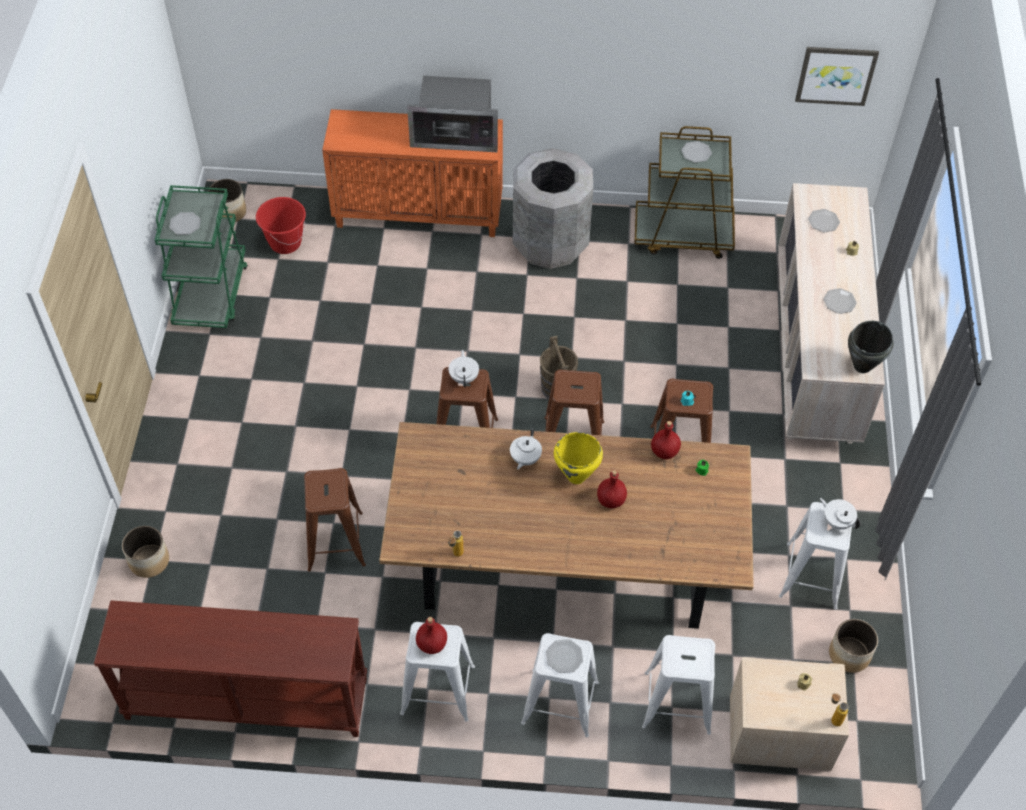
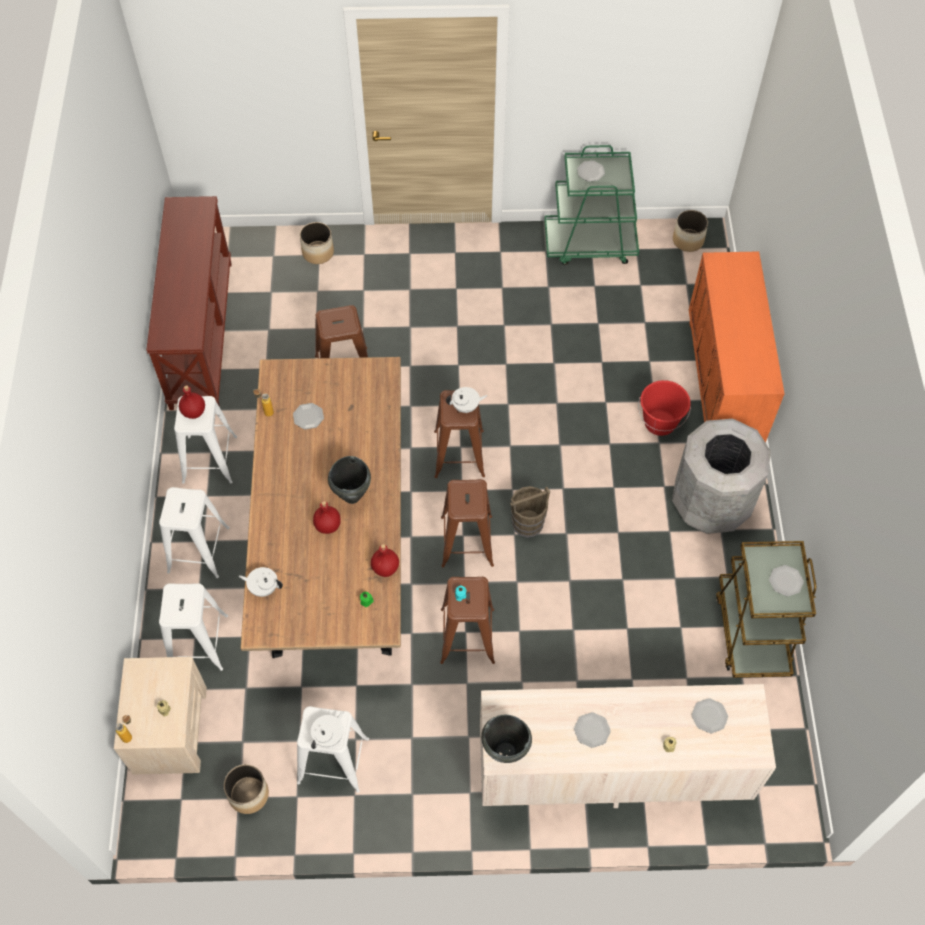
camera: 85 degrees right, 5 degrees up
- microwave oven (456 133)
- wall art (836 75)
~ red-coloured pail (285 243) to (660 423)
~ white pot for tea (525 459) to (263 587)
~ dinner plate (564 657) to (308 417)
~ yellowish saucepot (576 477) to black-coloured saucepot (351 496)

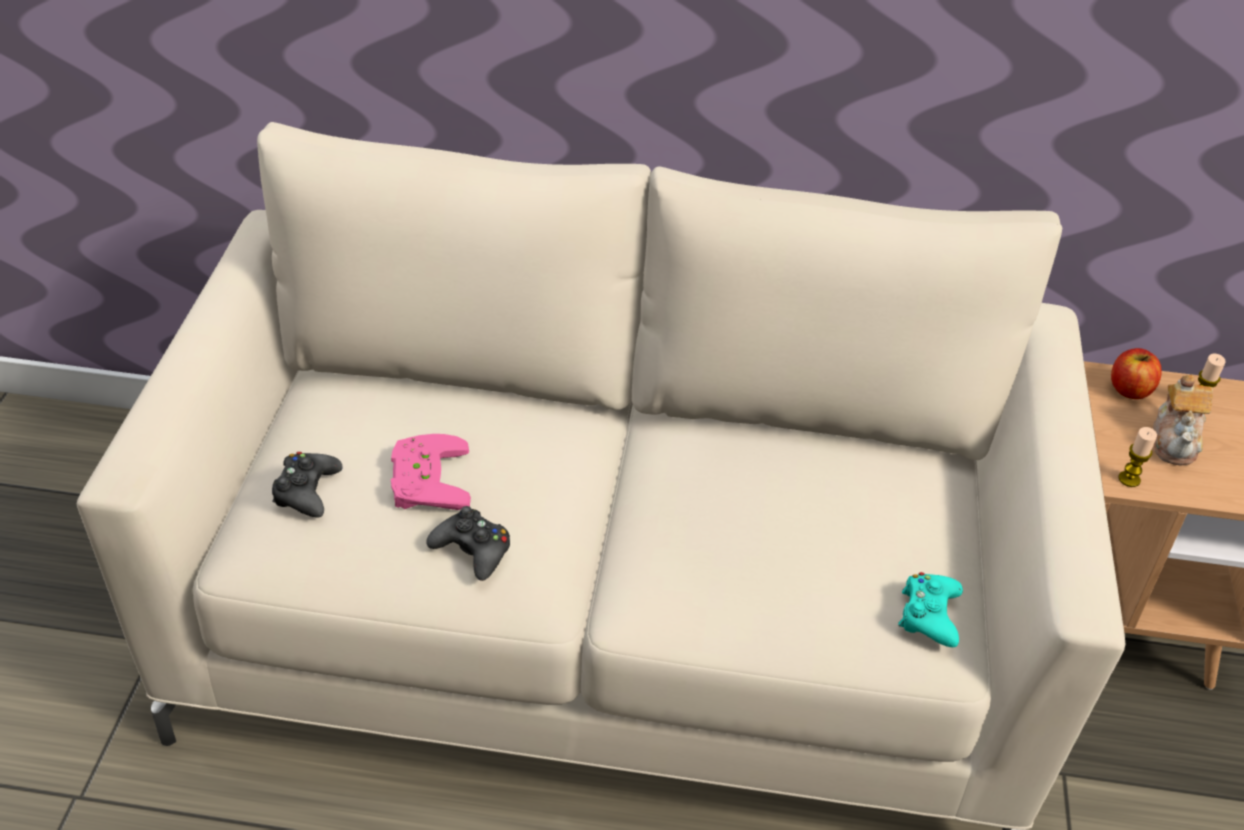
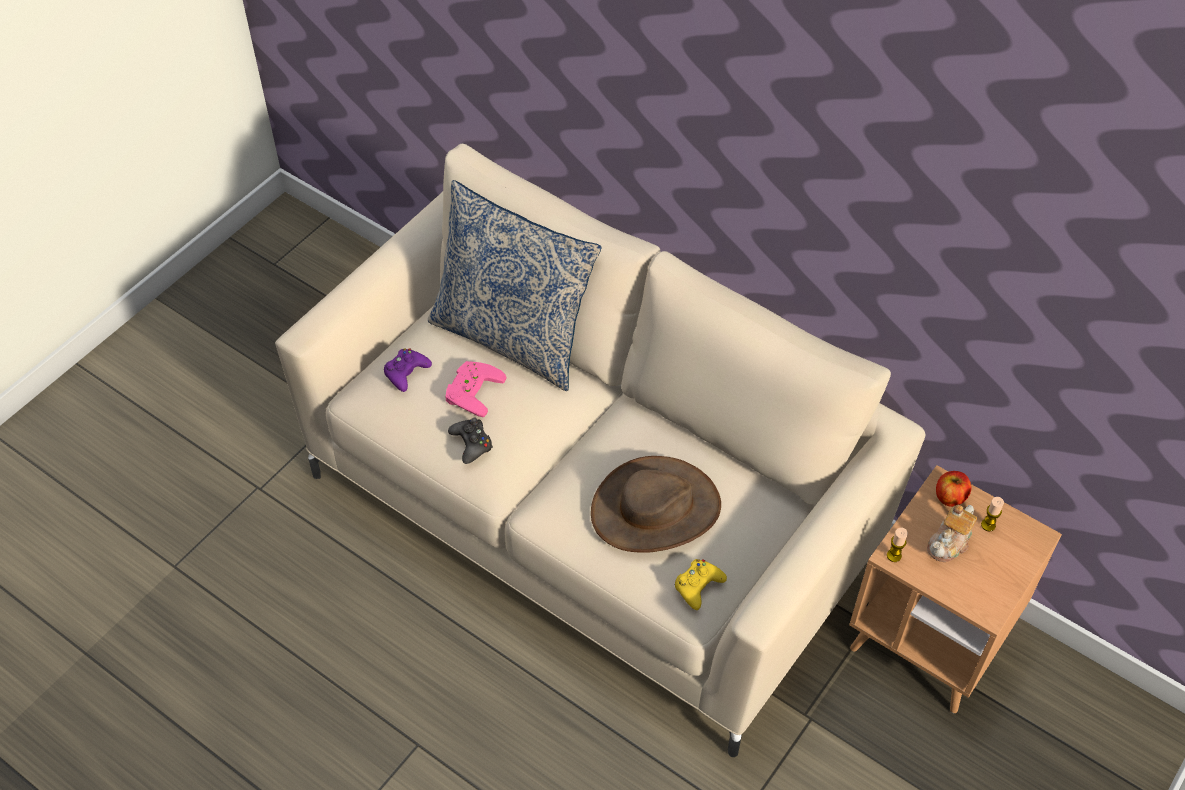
camera: 30 degrees right, 10 degrees up
+ throw pillow (513 337)
+ brownish hat (656 509)
~ black-coloured joypad (306 491) to purple-coloured joypad (406 372)
~ turquoise joypad (929 615) to yellowish joypad (697 586)

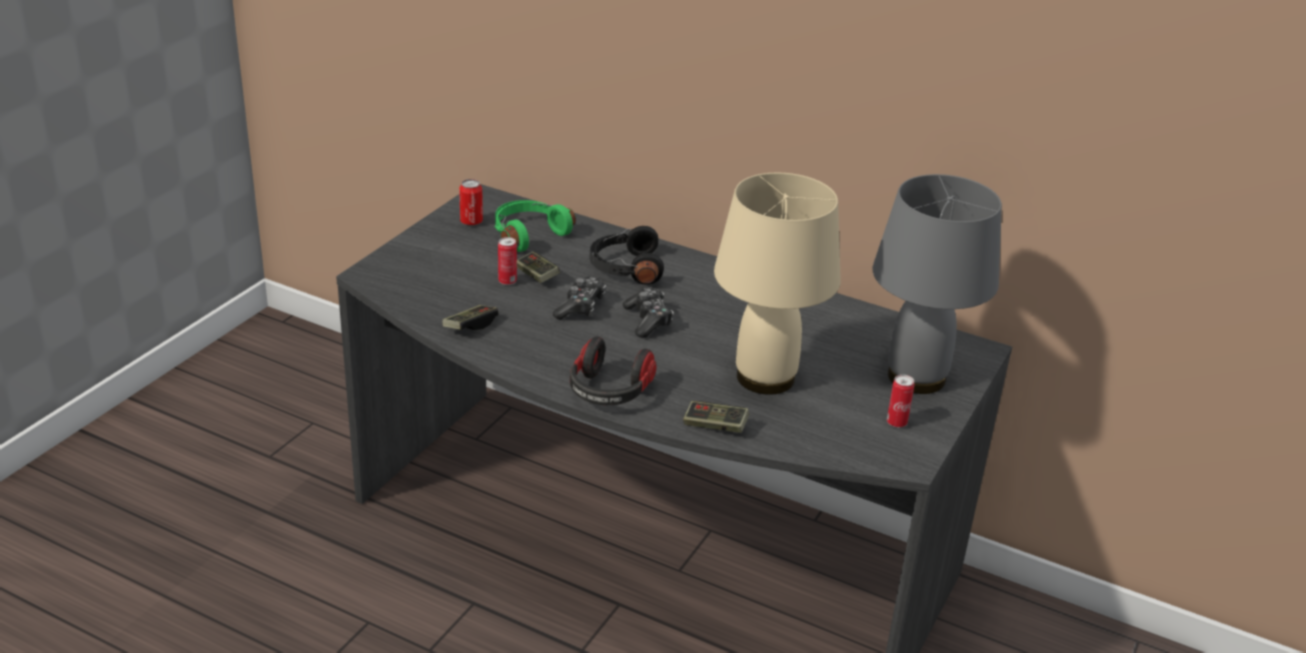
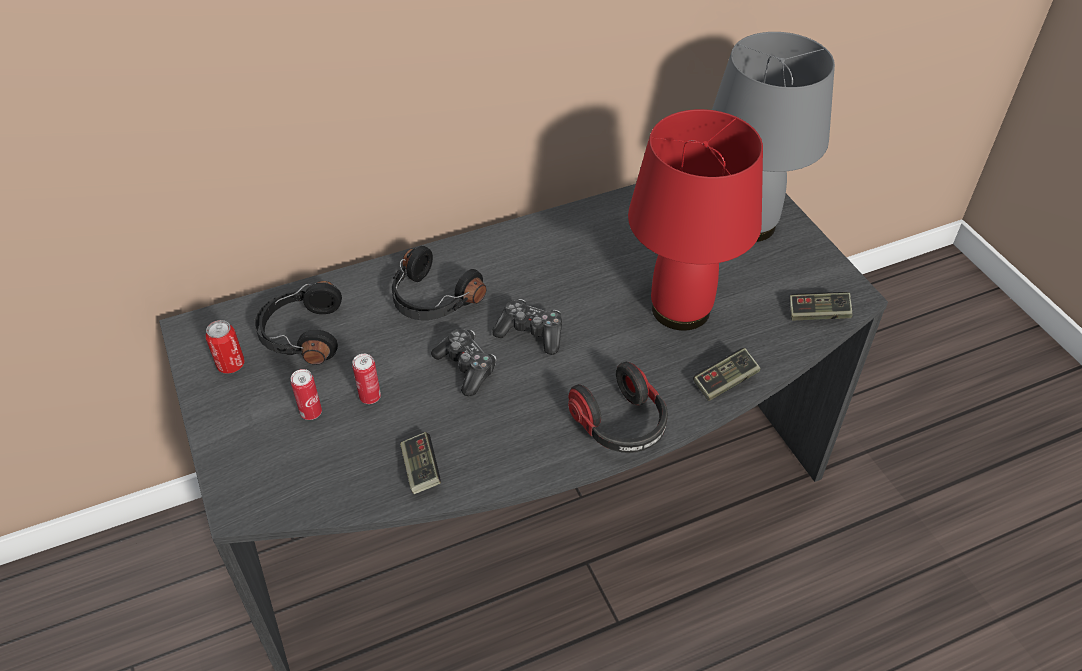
camera: 50 degrees left, 15 degrees up
~ joypad (536 275) to (818 314)
~ can (896 423) to (311 413)
~ green-coloured headphones (527 234) to black-coloured headphones (301 335)
~ beige lamp for a table (765 378) to red-coloured lamp for a table (681 310)

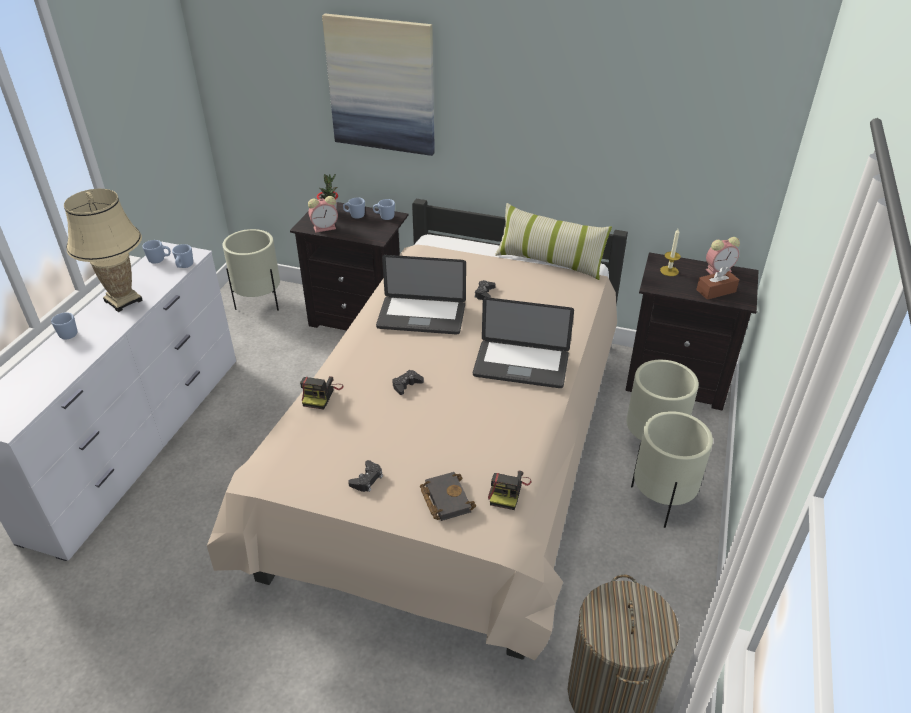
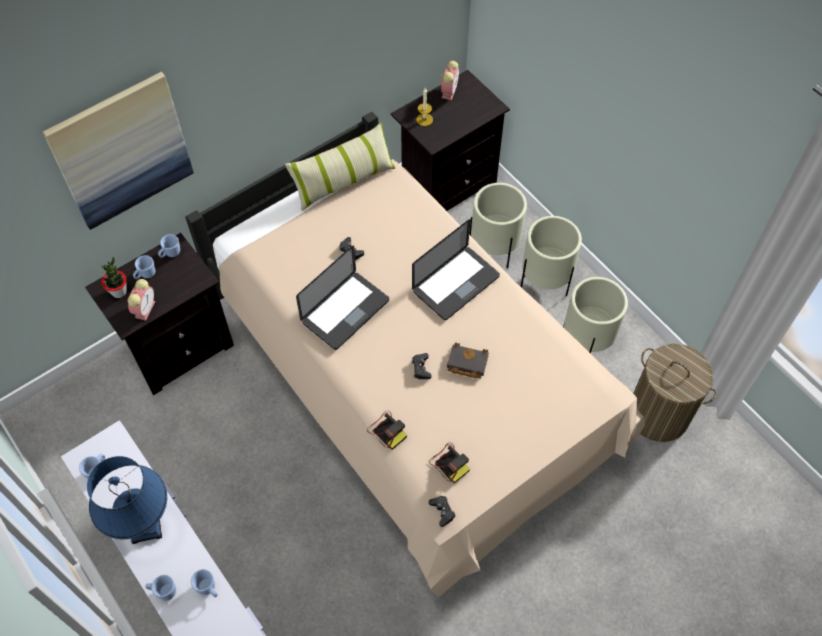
camera: 55 degrees left, 20 degrees up
- brownish tissue box (716 291)
~ bluish tea mug (184 266) to (208 589)
~ beige flower pot (259 302) to (586 341)
~ black-coloured joypad (367 479) to (442 511)
~ black-coloured volume (445 499) to (466 363)
~ still camera (508 490) to (449 463)
~ beige lamp for a table (123 301) to bluish lamp for a table (146 527)

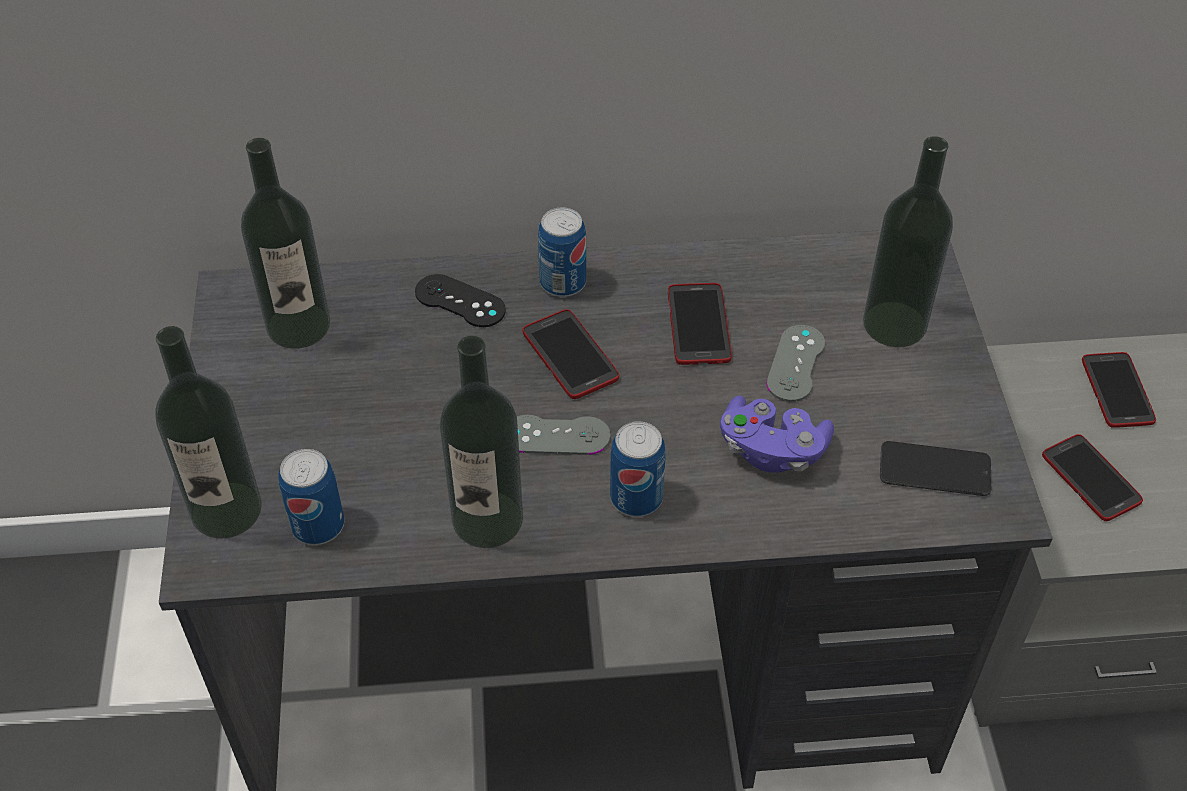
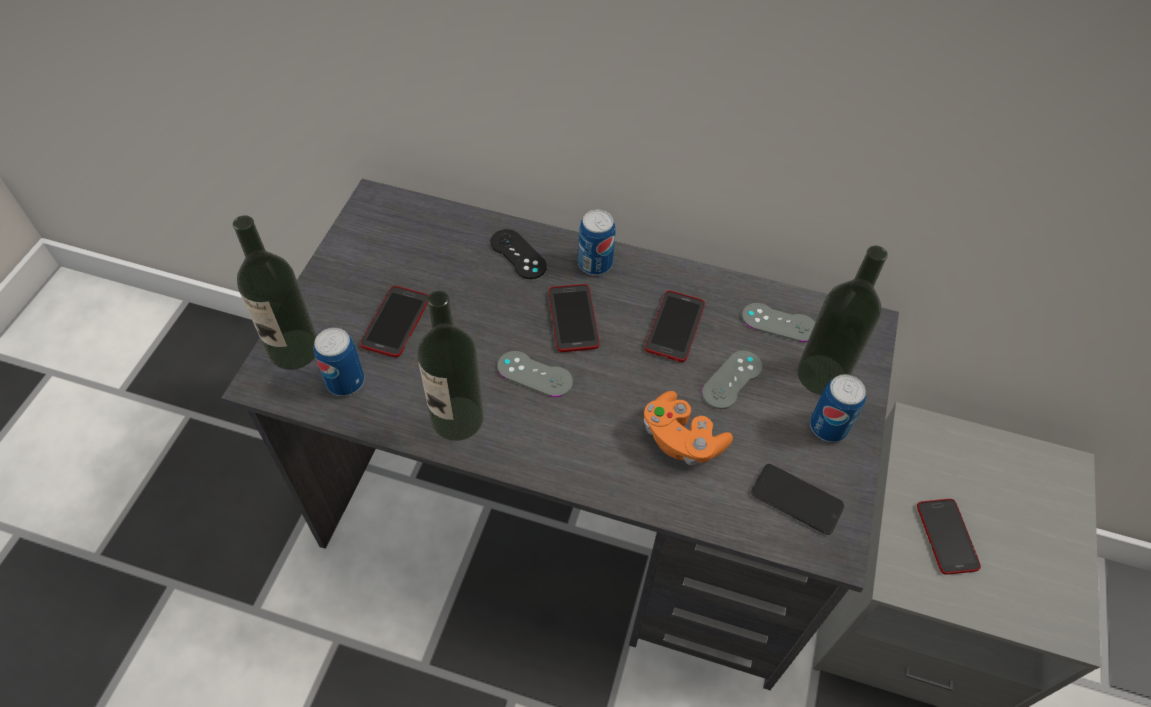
camera: 20 degrees right, 5 degrees up
- bottle (298 325)
+ grey joypad (779 323)
~ can (636 498) to (828 427)
~ handset (1117 391) to (395 322)
~ purple-coloured joypad (772 450) to orange joypad (681 439)

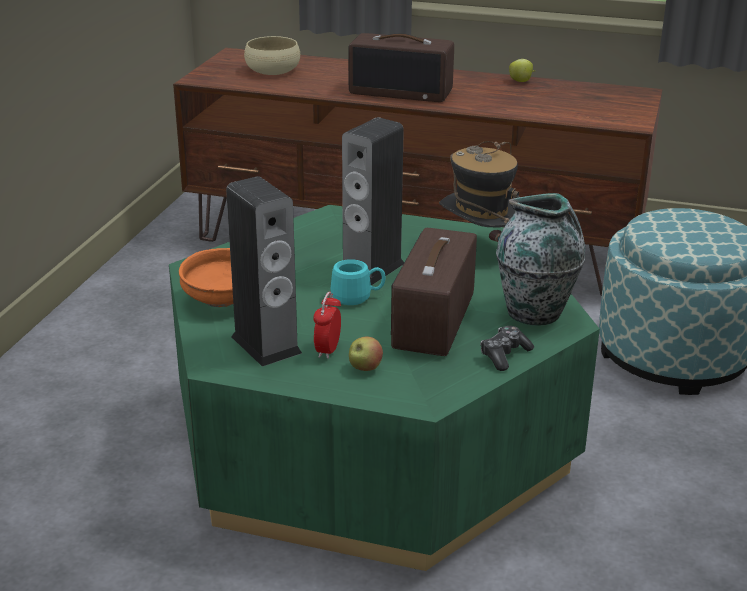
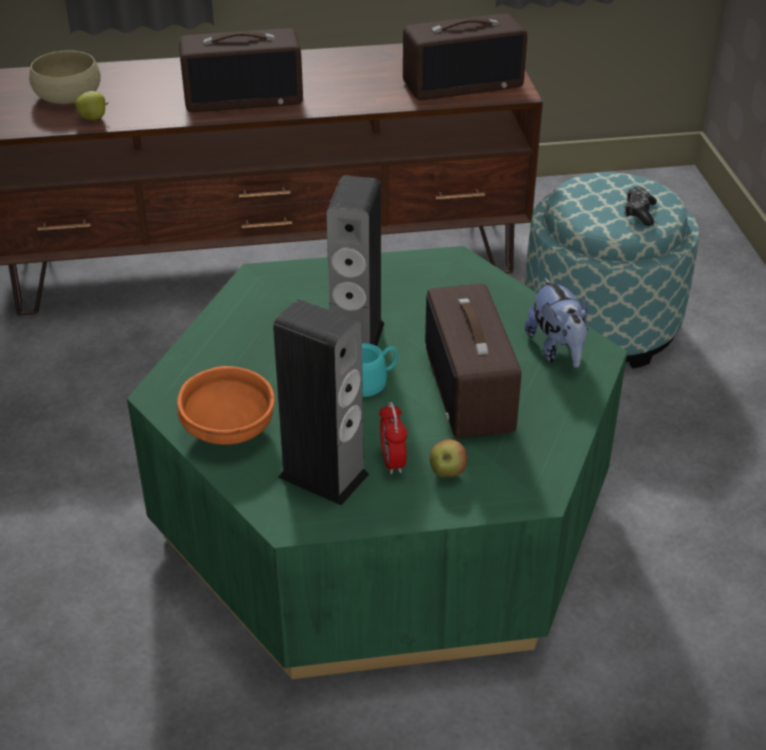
camera: 25 degrees left, 10 degrees up
- hat (479 248)
+ radio set (463 84)
~ joypad (504 355) to (639 212)
~ apple (521 81) to (94 118)
~ flower vase (535 313) to soft toy (557 350)

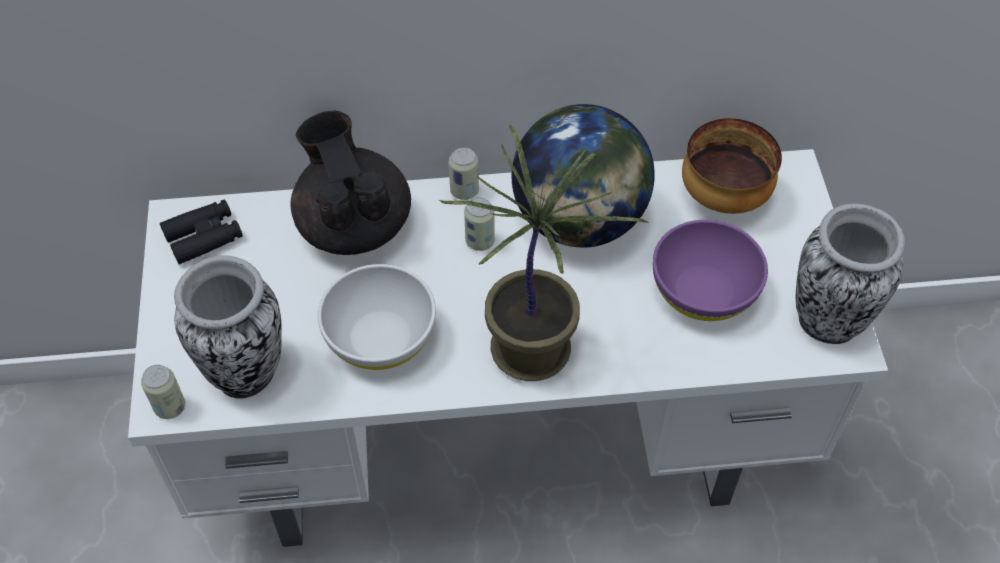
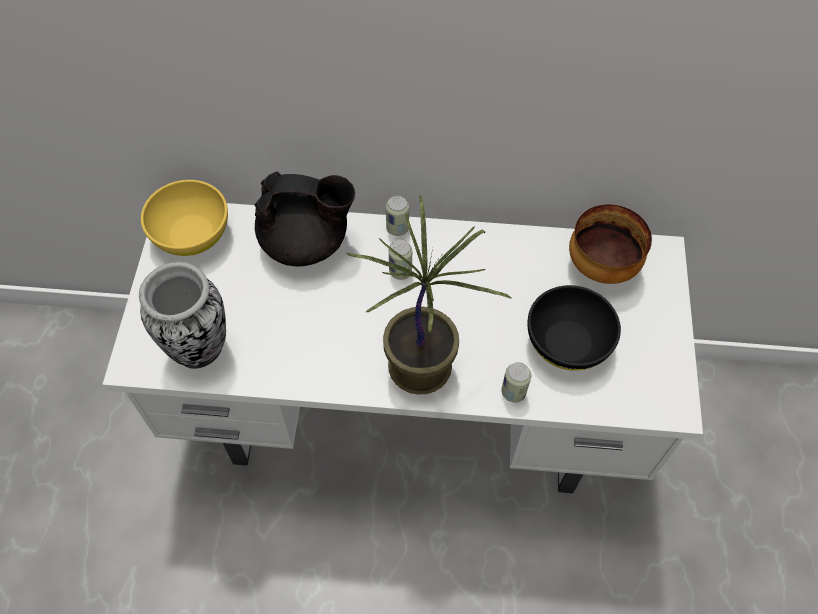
camera: 10 degrees right, 5 degrees up
- white serving bowl (380 338)
- desk globe (579 221)
- flower vase (827 322)
~ can (170 407) to (513 392)
~ black-coloured binoculars (204 237) to yellowish serving bowl (192 234)
~ purple-coloured serving bowl (703 291) to black-coloured serving bowl (567 342)
~ black-coloured pot for tea (353 224) = (306 242) 105 degrees clockwise

